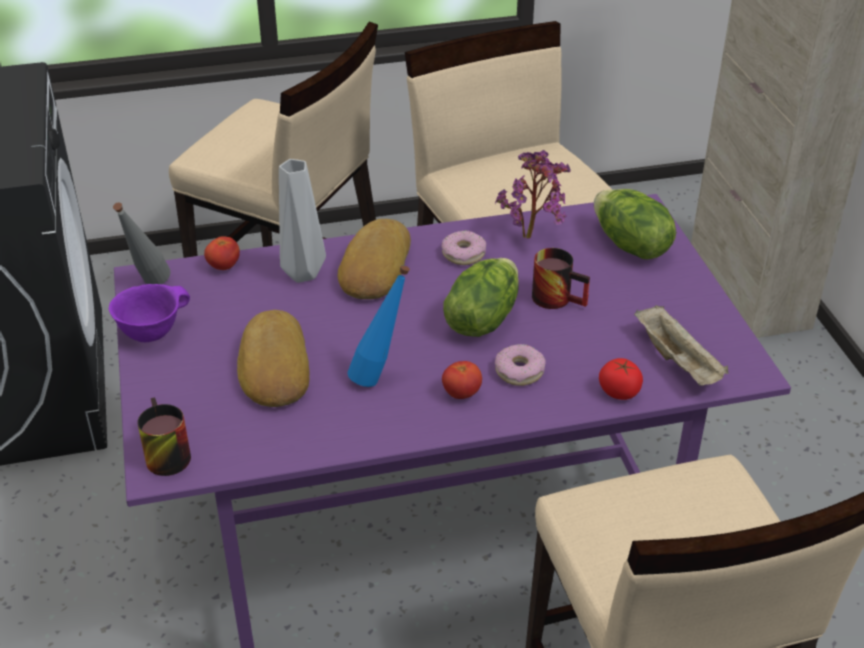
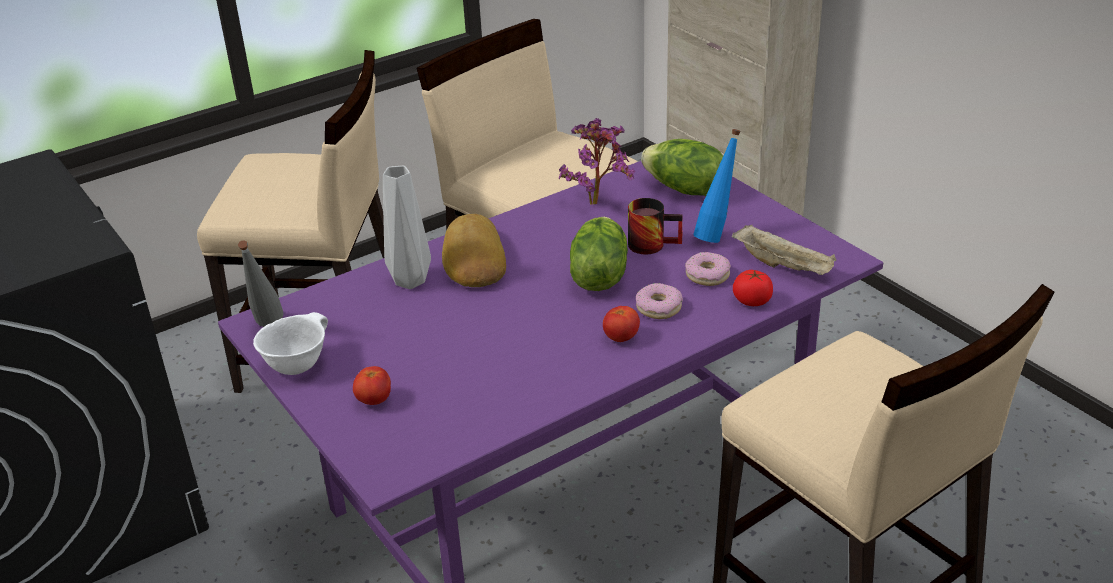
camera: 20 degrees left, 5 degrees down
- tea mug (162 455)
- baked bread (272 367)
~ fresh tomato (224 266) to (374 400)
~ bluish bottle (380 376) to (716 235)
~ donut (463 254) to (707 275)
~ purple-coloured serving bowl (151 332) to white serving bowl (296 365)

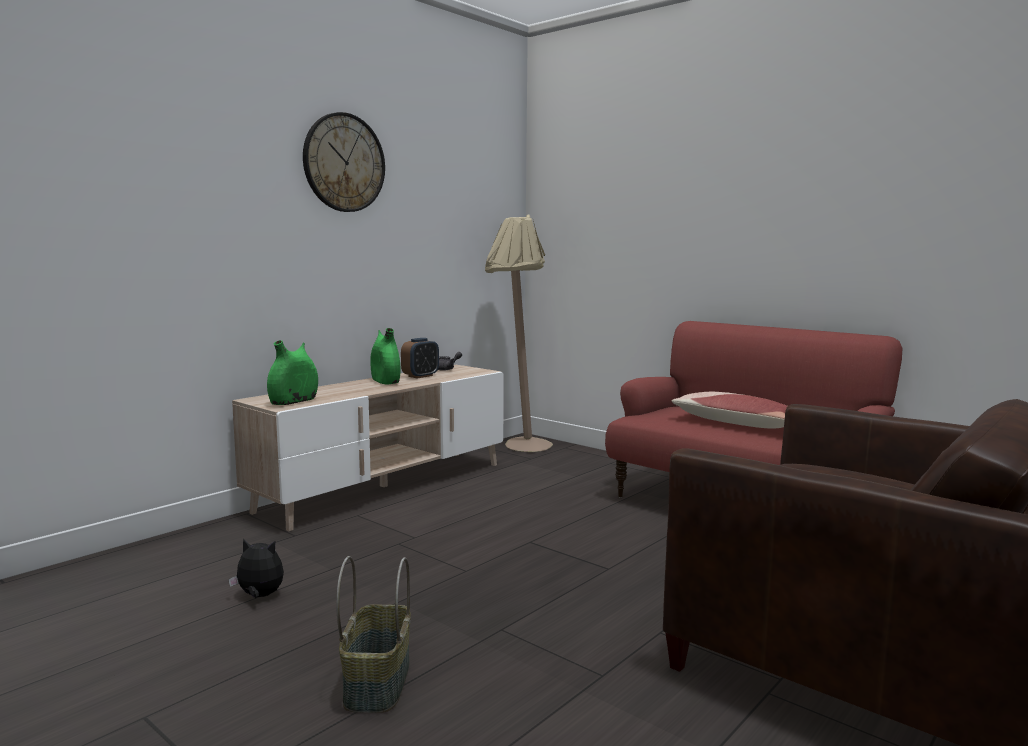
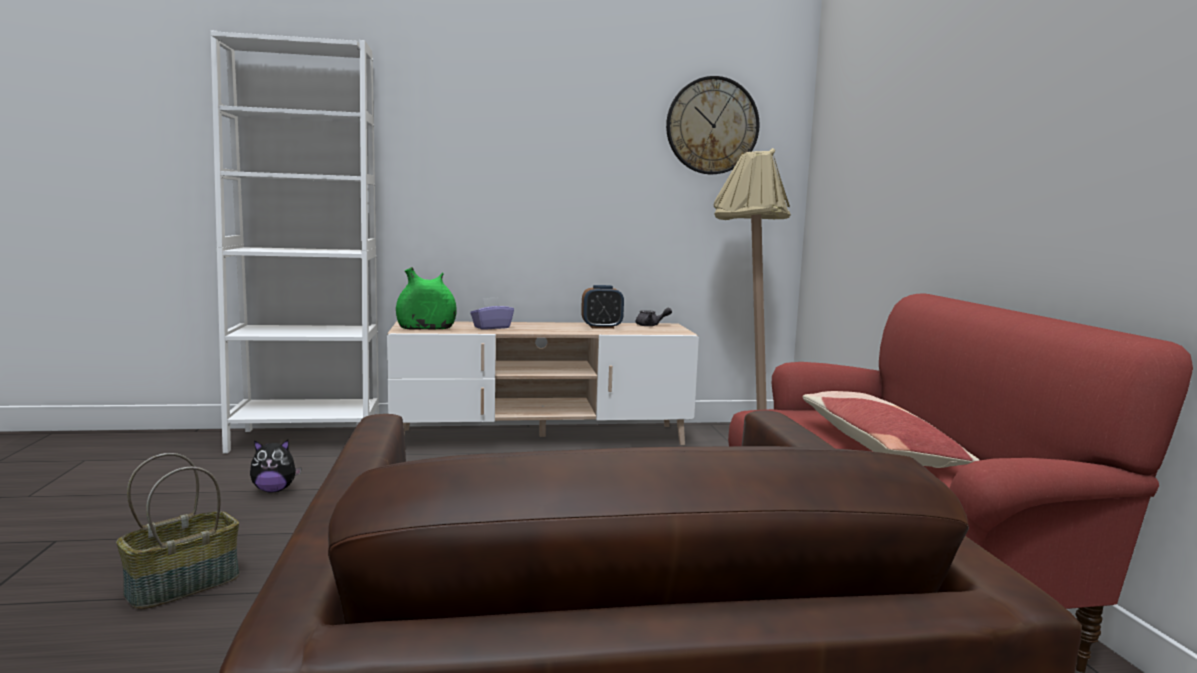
camera: 40 degrees right, 0 degrees up
- green-coloured flower vase (385 381)
+ white shelving unit (305 439)
+ purple-coloured tissue box (491 327)
~ wall clock (344 163) to (712 126)
~ soft toy (259 596) = (274 490) 120 degrees clockwise

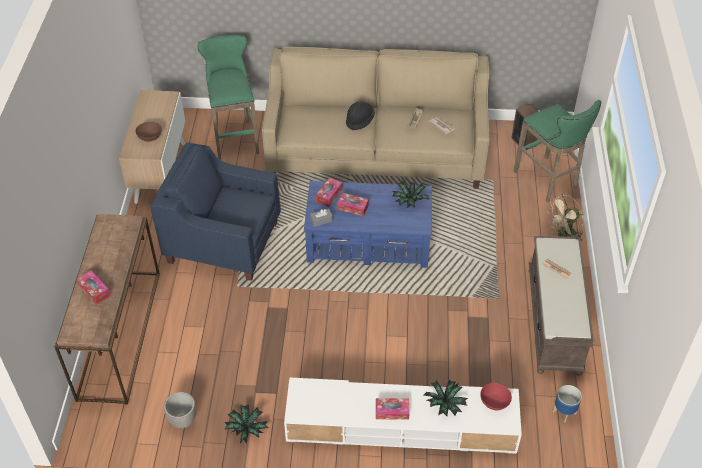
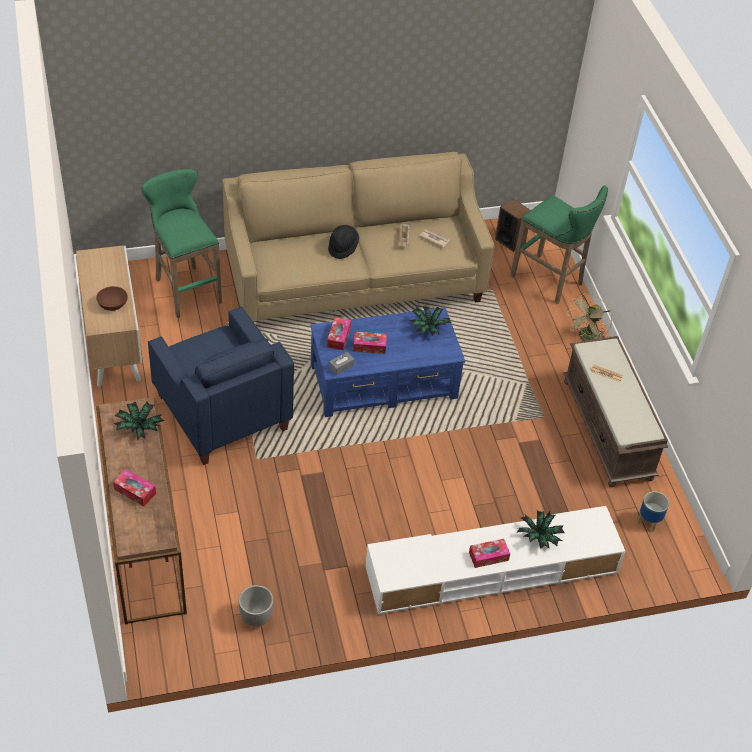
camera: 20 degrees left, 0 degrees up
- red-coloured serving bowl (494 401)
~ houseplant (246 429) to (139 428)
~ bluish easy chair (223 242) = (221 412) 120 degrees counterclockwise

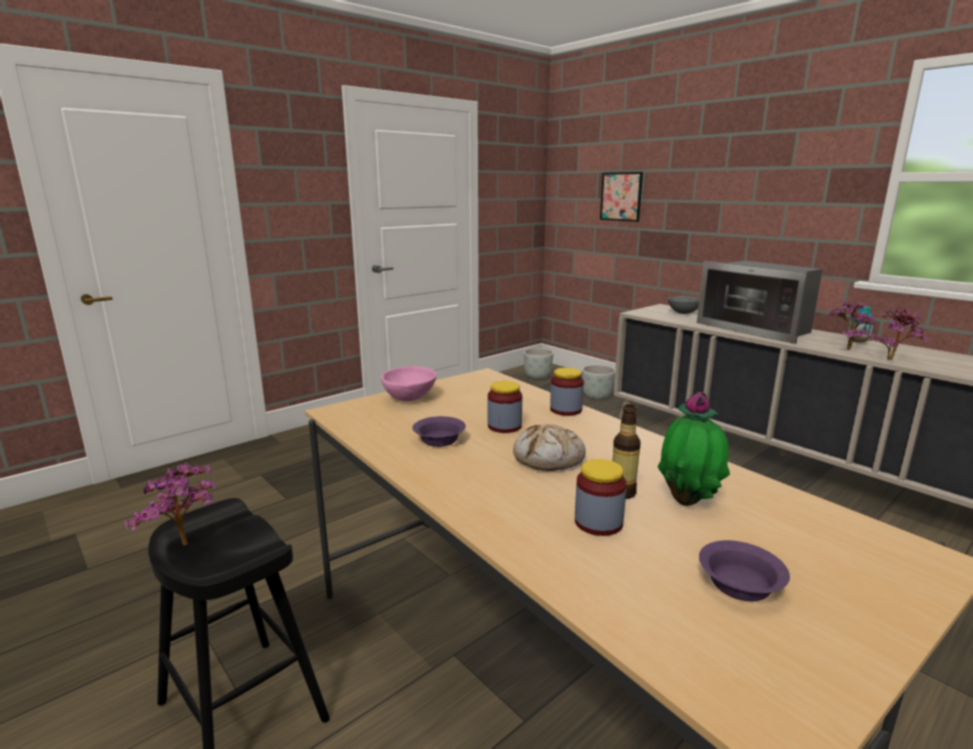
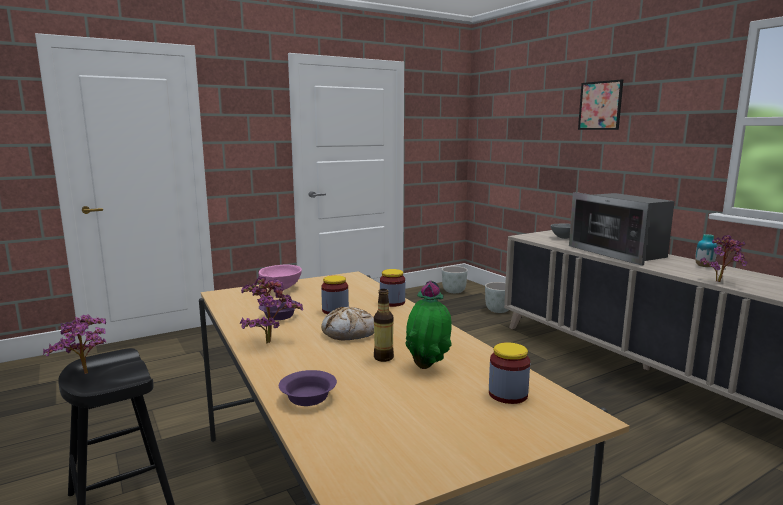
camera: 10 degrees right, 5 degrees down
~ storage jar (598 522) to (508 394)
~ wall art (621 196) to (600 105)
~ purple-coloured serving bowl (740 584) to (309 397)
~ houseplant (845 348) to (269 341)

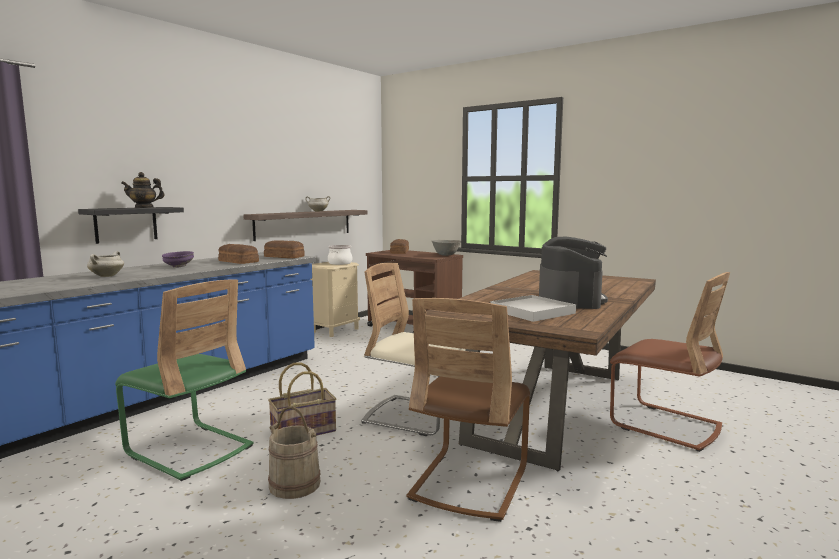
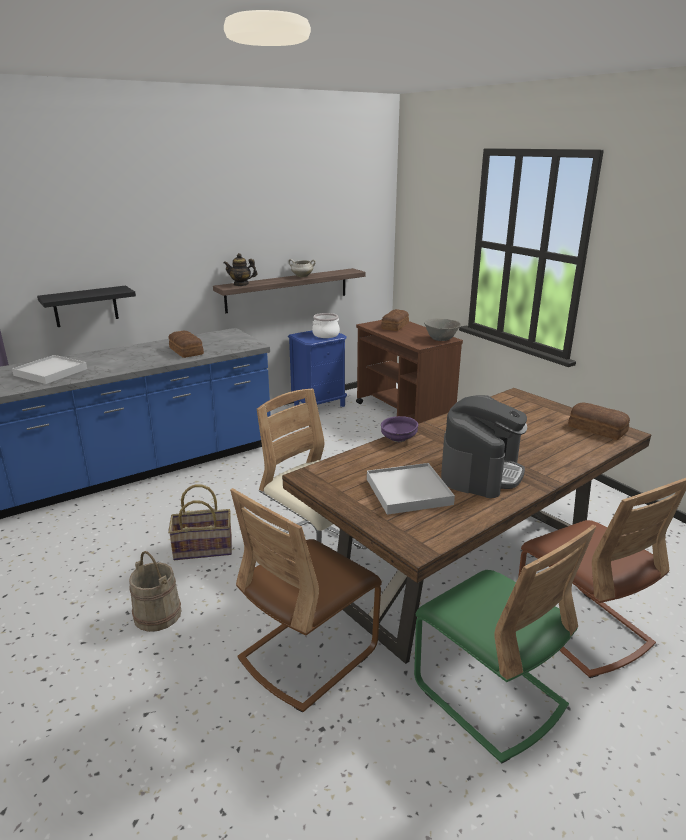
camera: 20 degrees right, 15 degrees up
~ green-coloured plain chair (189 450) to (488 695)
~ pot for tea (144 207) to (241 284)
~ purple-coloured serving bowl (178 267) to (398 439)
~ baked bread (284 256) to (596 428)
~ white saucepot (107 276) to white carrying tray (50 372)
~ beige nightstand (335 330) to bluish nightstand (319 405)

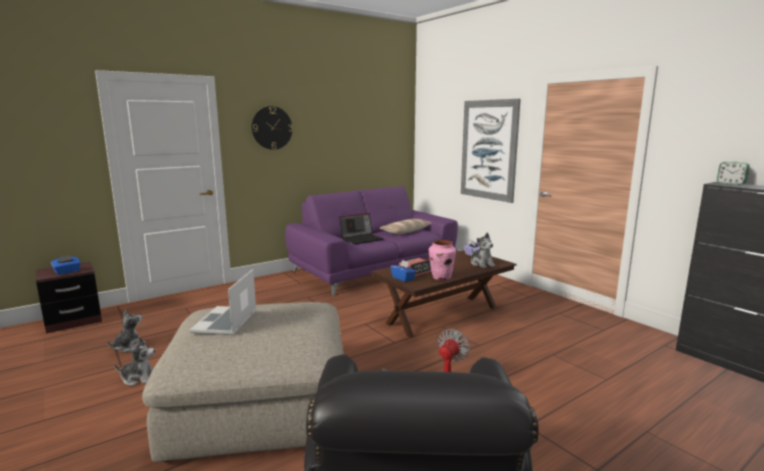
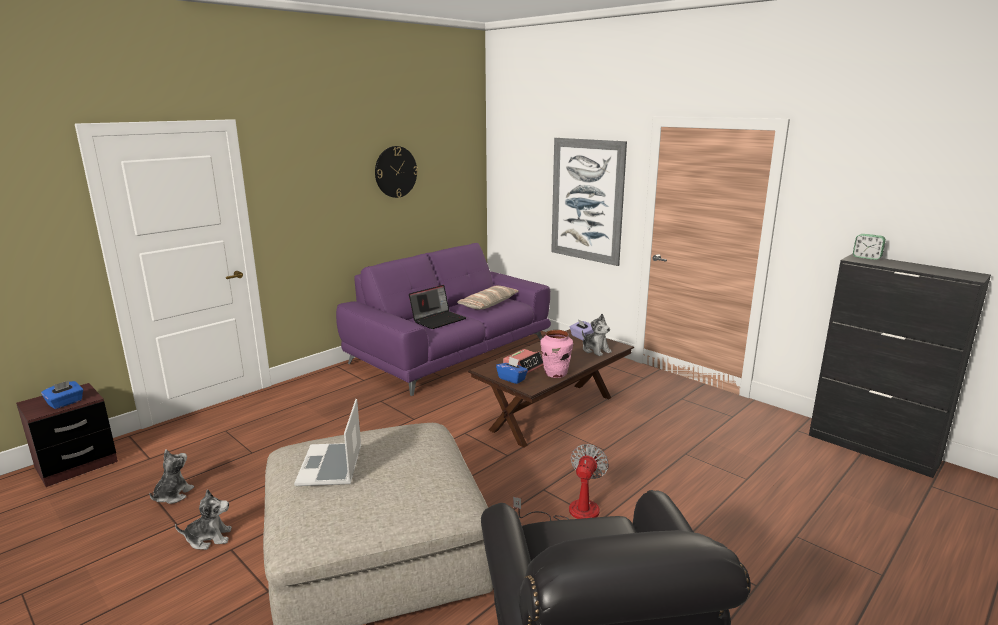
camera: 10 degrees left, 5 degrees up
~ wall clock (272 128) to (395 172)

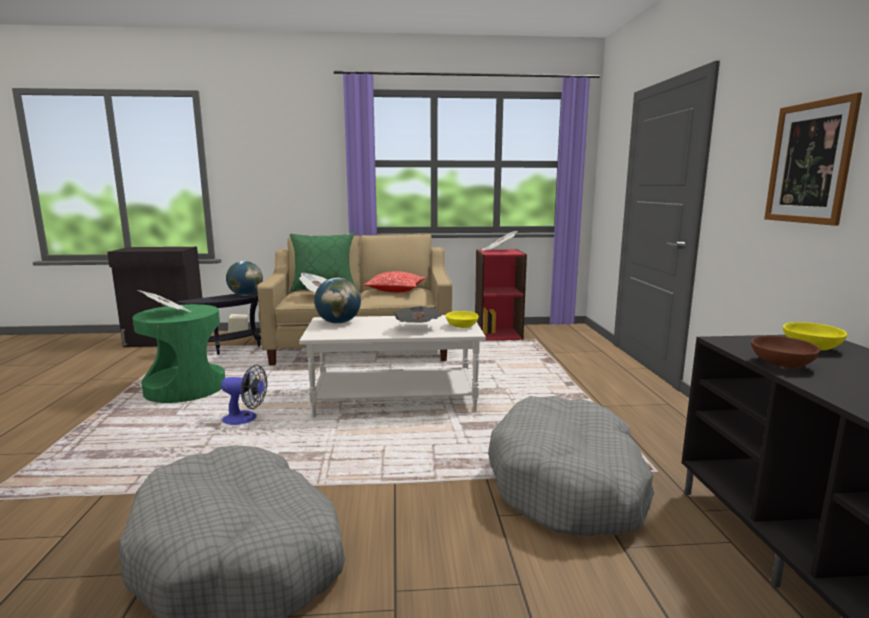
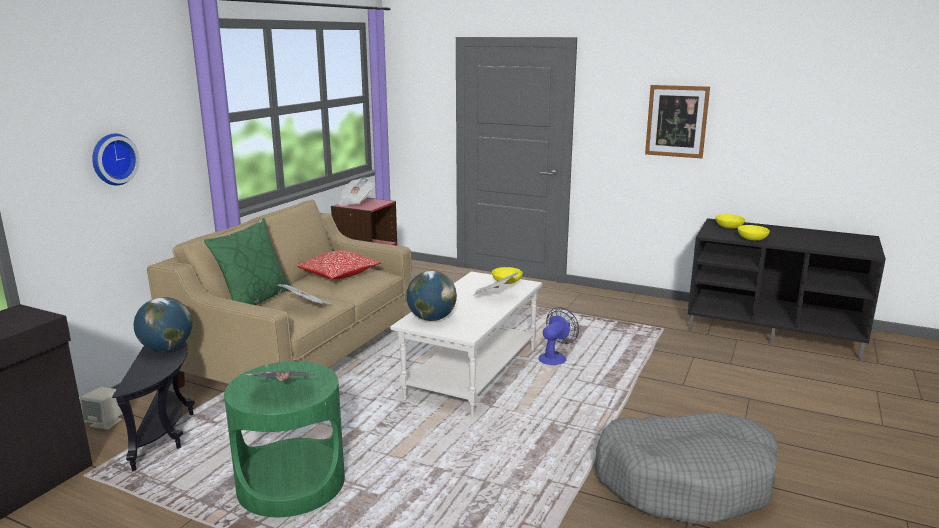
camera: 60 degrees left, 5 degrees up
- grey pet bed (568 484)
+ wall clock (112 159)
~ cooling fan (246 419) to (555 357)
~ brownish serving bowl (780 364) to yellowish serving bowl (752 239)

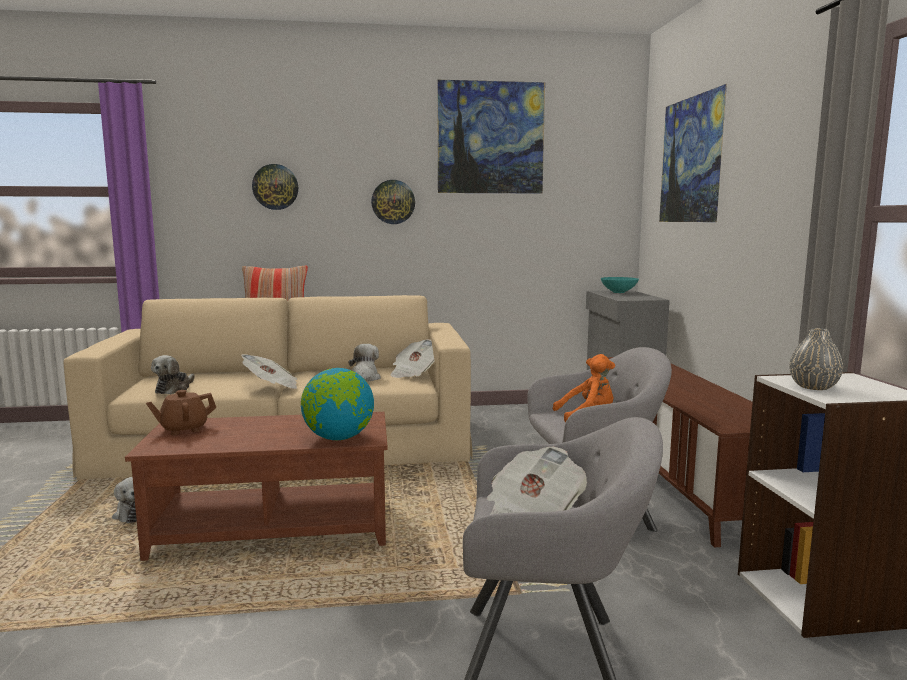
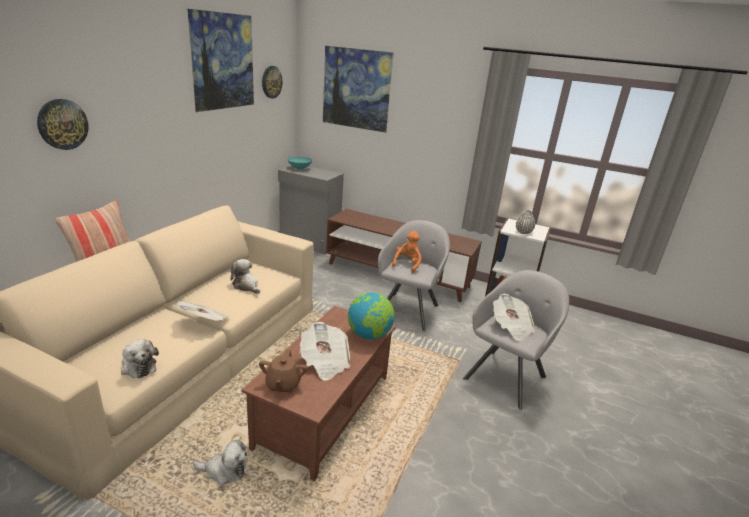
camera: 60 degrees left, 15 degrees up
~ wall clock (393 202) to (271 82)
~ newspaper (414 373) to (324 362)

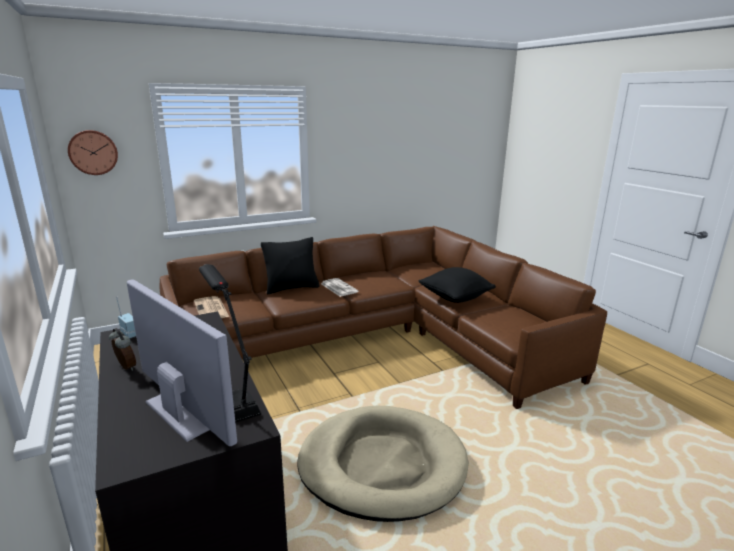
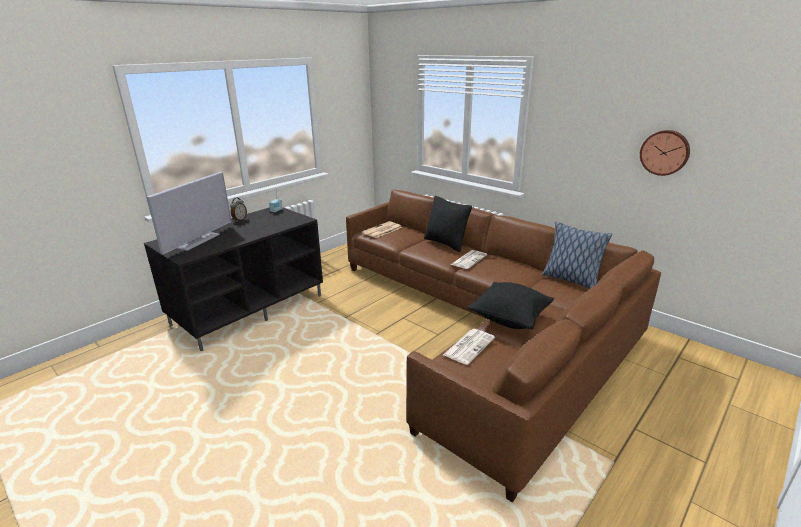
camera: 70 degrees right, 5 degrees up
- black-coloured lamp for a table (233 393)
- beige pet bed (382 465)
+ newspaper (469 346)
+ throw pillow (570 280)
~ wall clock (93 152) to (665 152)

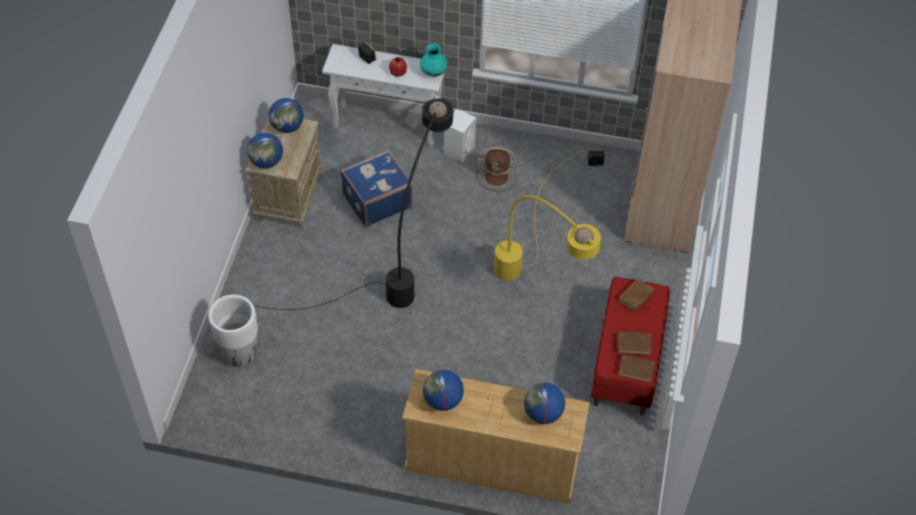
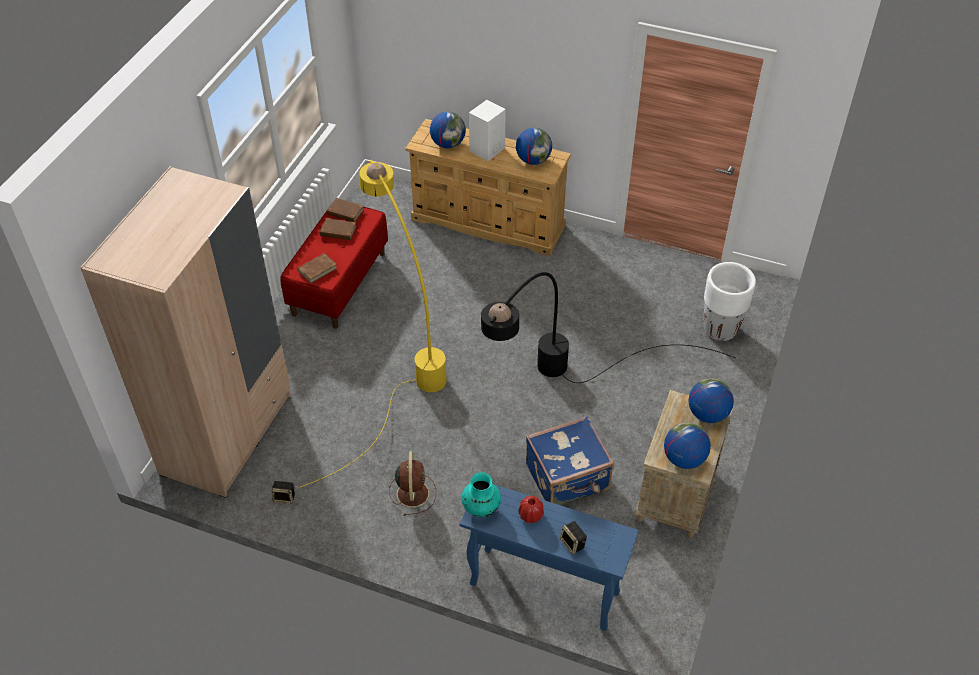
camera: 170 degrees left, 5 degrees down
~ white speaker (459 149) to (486 150)
~ white console table (387 125) to bluish console table (543 588)
~ brownish cooling fan (497 177) = (413 492) 75 degrees clockwise

